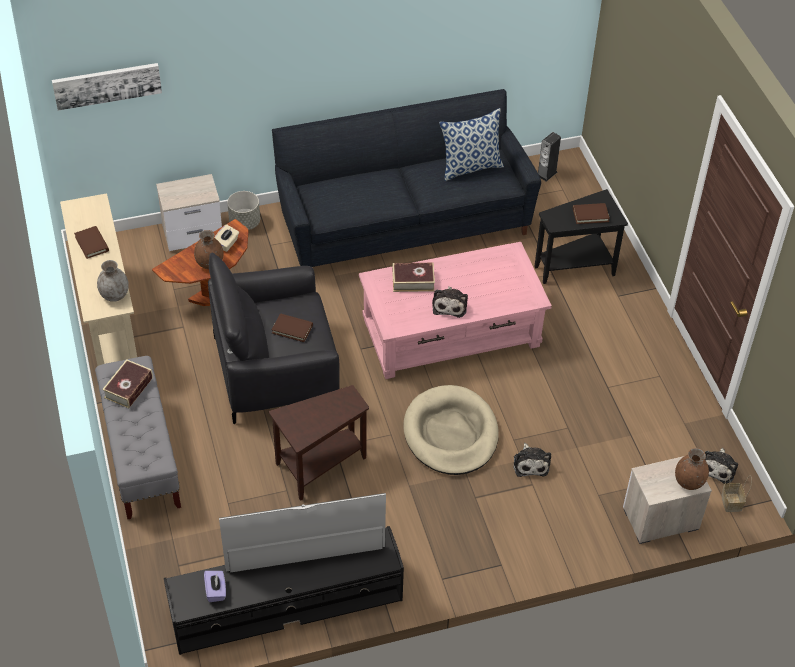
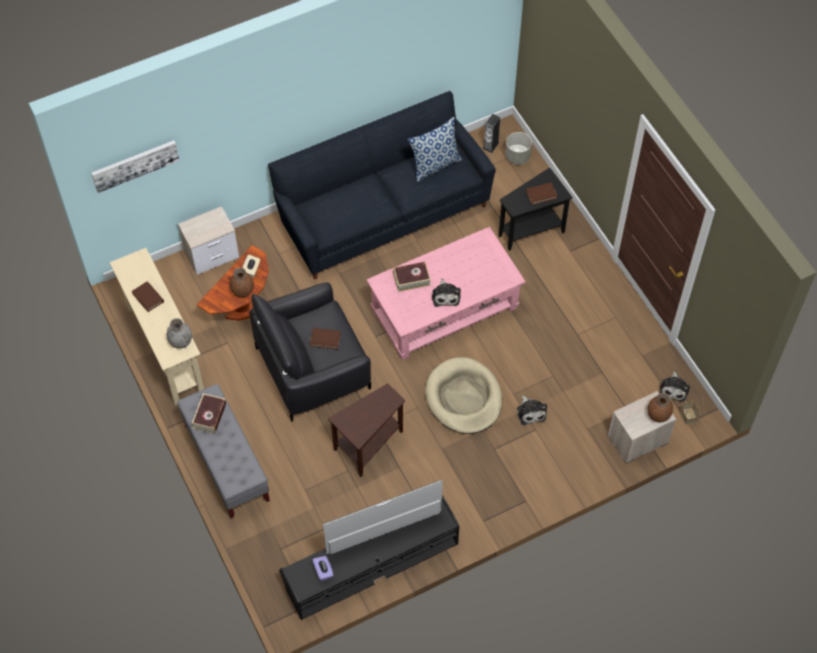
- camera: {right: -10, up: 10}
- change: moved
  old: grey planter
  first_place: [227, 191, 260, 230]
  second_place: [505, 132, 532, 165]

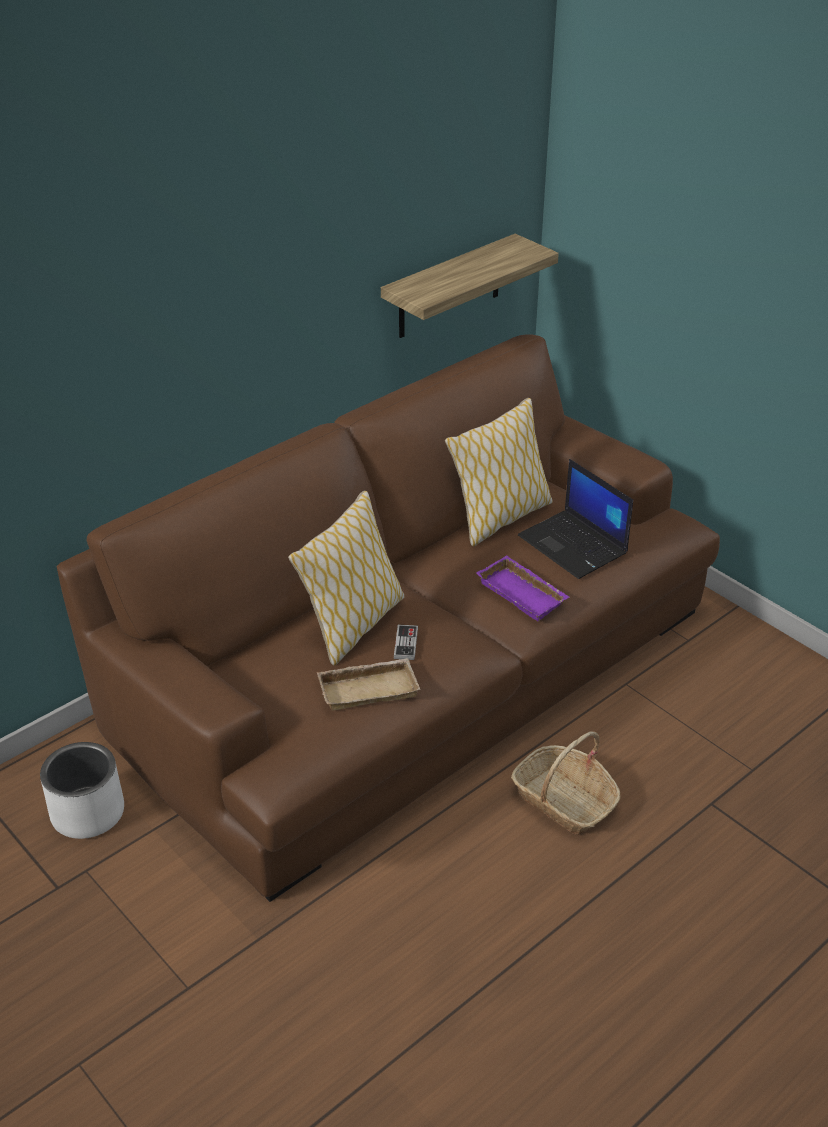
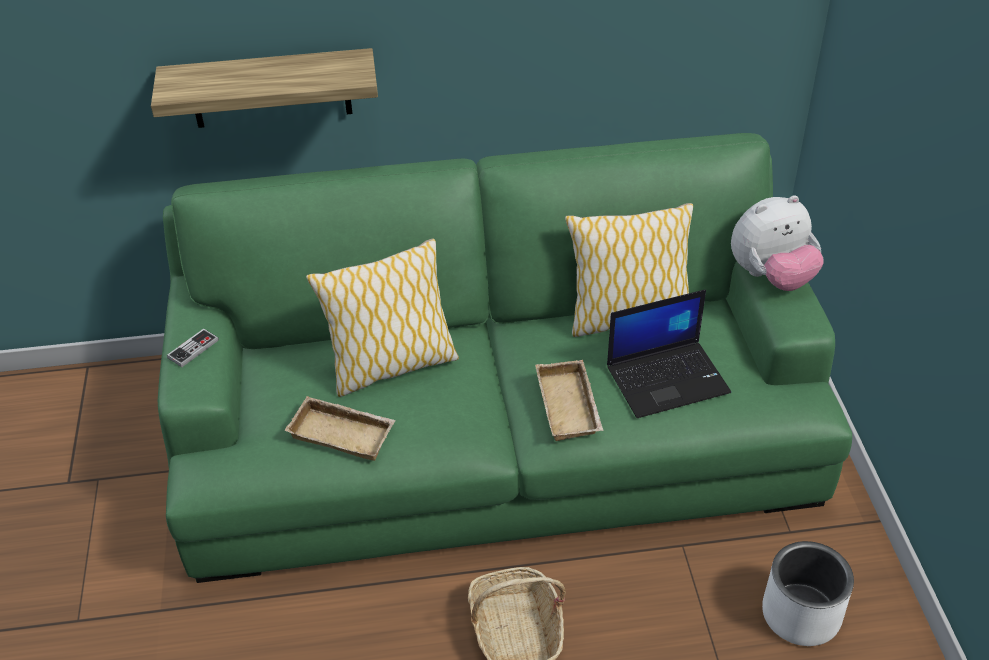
- camera: {right: 35, up: 5}
- change: moved
  old: shelf
  first_place: [381, 234, 559, 338]
  second_place: [151, 48, 378, 128]
- change: recoloured
  old: brown sofa
  new: green sofa
  first_place: [57, 334, 720, 902]
  second_place: [158, 133, 852, 583]
- change: turned
  old: laptop
  first_place: [518, 459, 633, 579]
  second_place: [607, 289, 731, 418]
  degrees: -105
- change: recoloured
  old: purple tray
  new: beige tray
  first_place: [476, 555, 569, 621]
  second_place: [535, 360, 603, 441]
- change: moved
  old: game controller
  first_place: [394, 625, 418, 660]
  second_place: [167, 329, 219, 367]
- change: moved
  old: white planter
  first_place: [40, 742, 124, 839]
  second_place: [762, 541, 854, 646]
- change: added
  new: plush toy
  second_place: [731, 195, 824, 291]

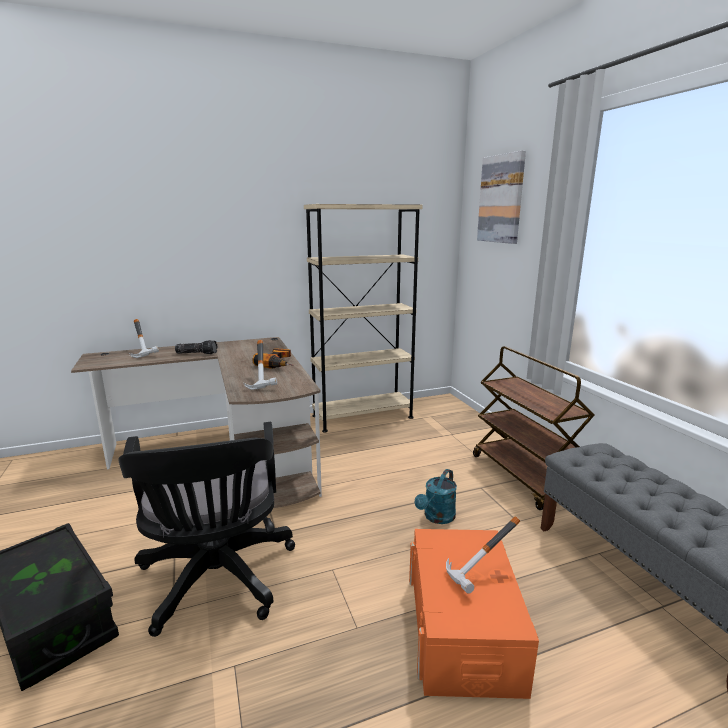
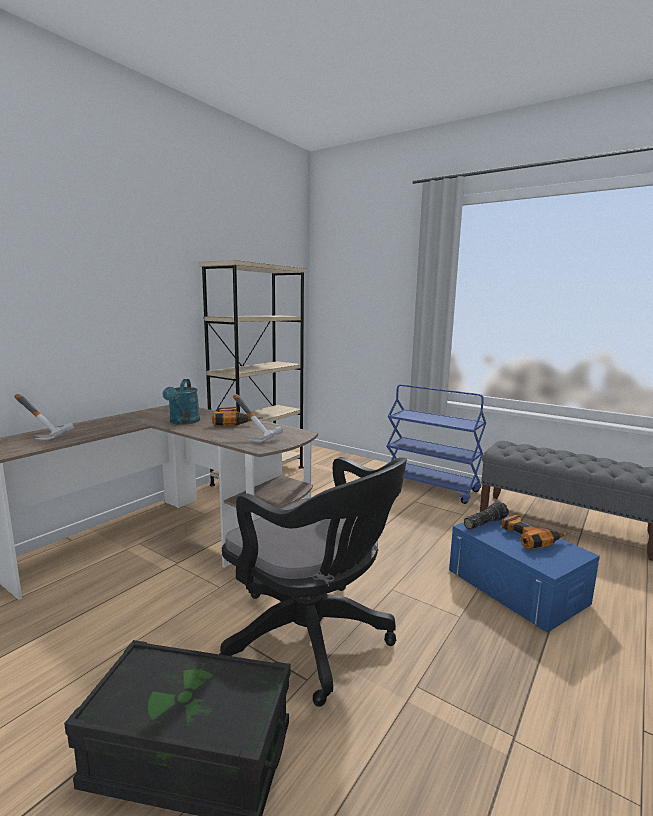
- camera: {right: -35, up: -5}
- change: removed
  old: picture
  first_place: [477, 151, 526, 244]
- change: moved
  old: flashlight
  first_place: [175, 340, 218, 354]
  second_place: [464, 502, 509, 529]
- change: recoloured
  old: brown cart
  new: blue cart
  first_place: [473, 346, 595, 510]
  second_place: [386, 384, 486, 504]
- change: moved
  old: turquoise watering can
  first_place: [415, 469, 457, 524]
  second_place: [163, 379, 200, 425]
- change: replaced
  old: hammer
  new: power drill
  first_place: [446, 517, 520, 594]
  second_place: [501, 515, 571, 549]
- change: recoloured
  old: orange storage box
  new: blue storage box
  first_place: [409, 529, 539, 699]
  second_place: [449, 515, 600, 633]

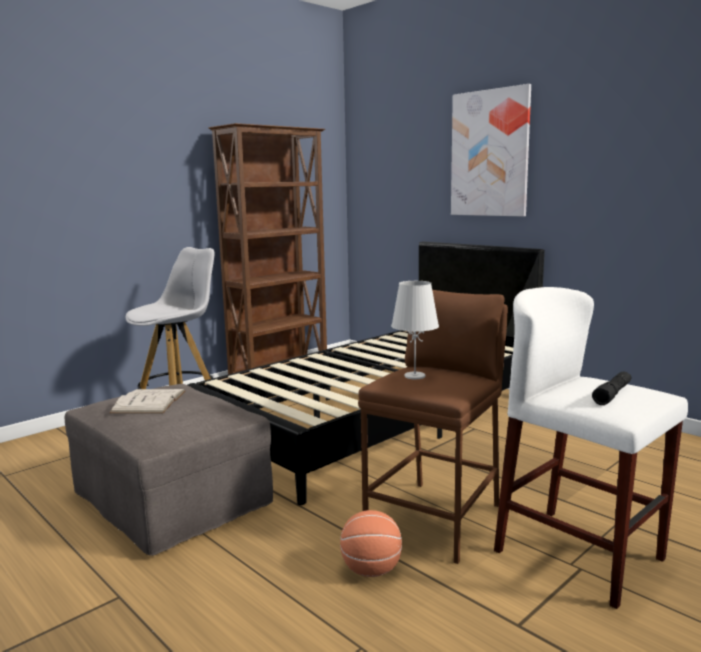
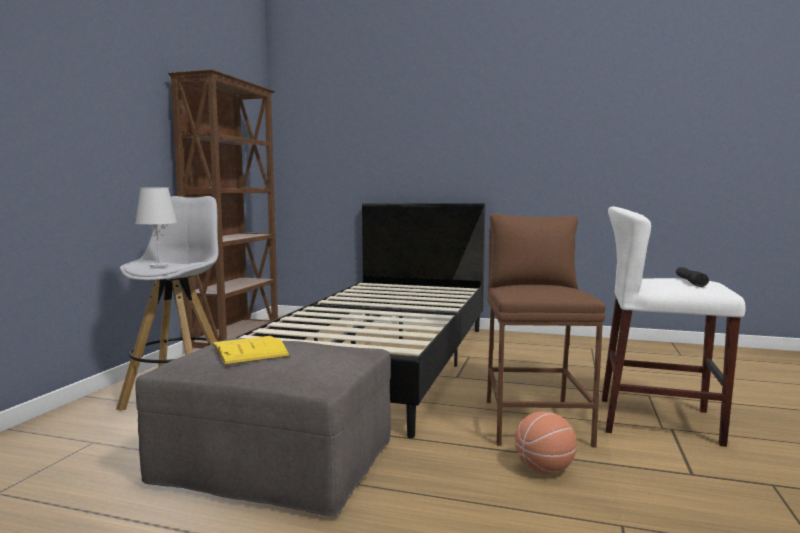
- camera: {right: -30, up: -5}
- change: removed
  old: picture
  first_place: [451, 84, 531, 217]
- change: moved
  old: white table lamp
  first_place: [391, 281, 439, 379]
  second_place: [135, 187, 177, 267]
- change: recoloured
  old: white book
  new: yellow book
  first_place: [110, 389, 185, 413]
  second_place: [212, 336, 290, 365]

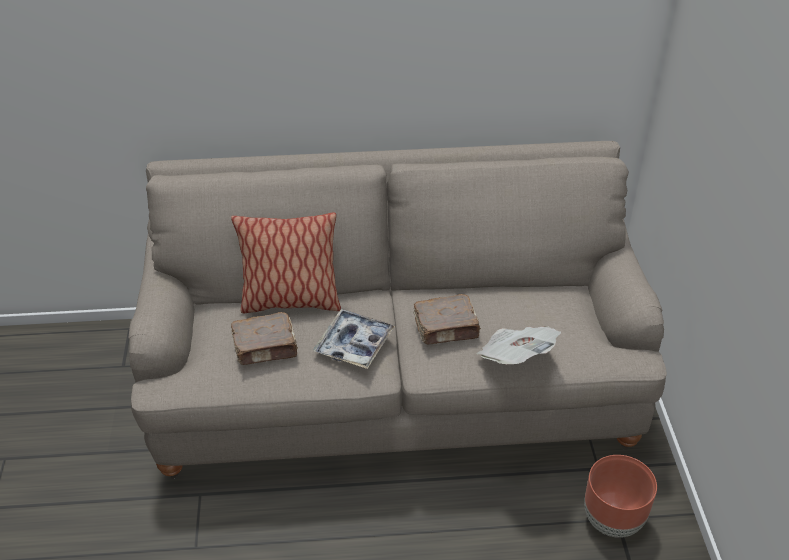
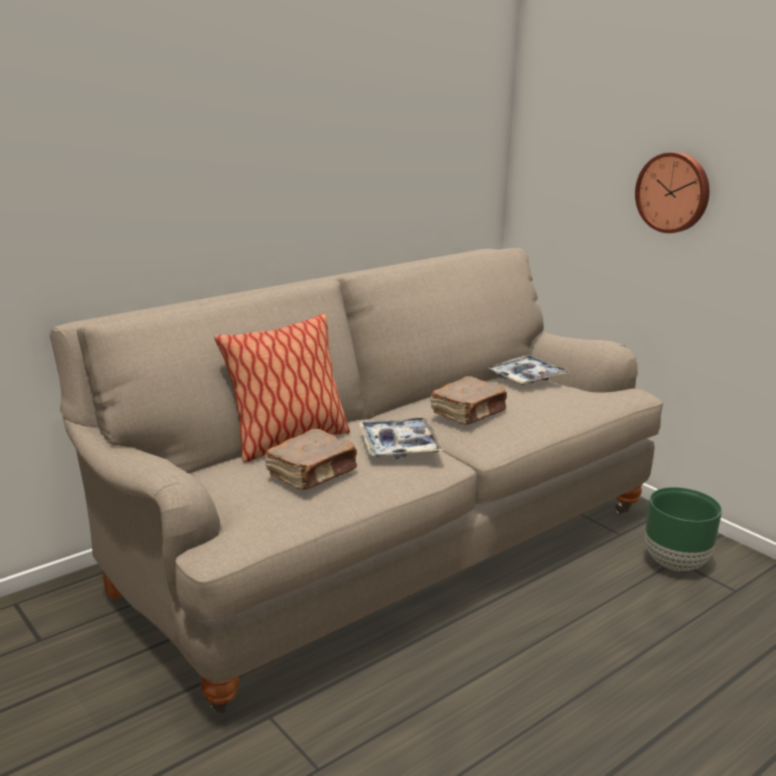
- camera: {right: -35, up: -20}
- change: removed
  old: newspaper
  first_place: [477, 326, 561, 364]
- change: recoloured
  old: brown planter
  new: green planter
  first_place: [584, 455, 657, 538]
  second_place: [645, 487, 722, 571]
- change: added
  new: wall clock
  second_place: [635, 152, 709, 233]
- change: added
  new: tray
  second_place: [488, 355, 570, 385]

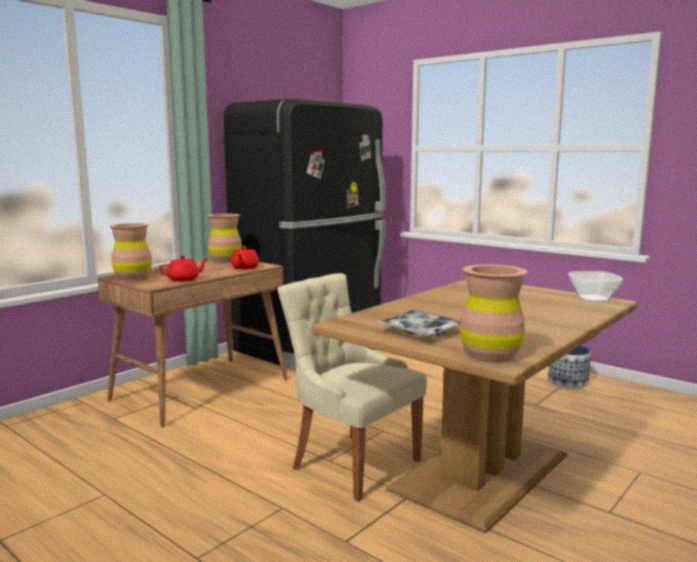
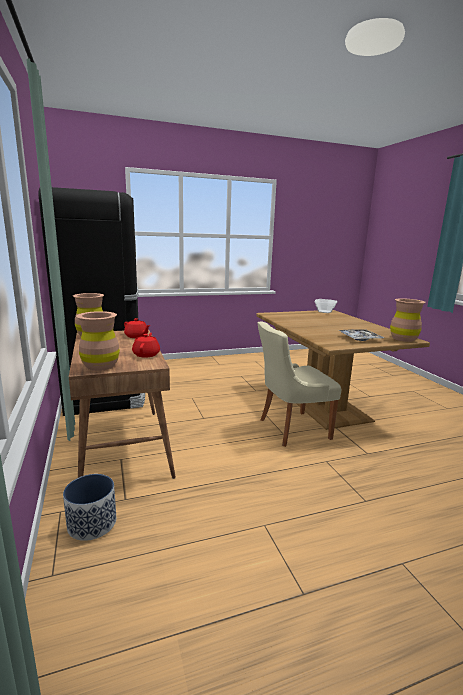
- camera: {right: -60, up: 5}
- change: moved
  old: planter
  first_place: [548, 346, 591, 389]
  second_place: [63, 474, 116, 541]

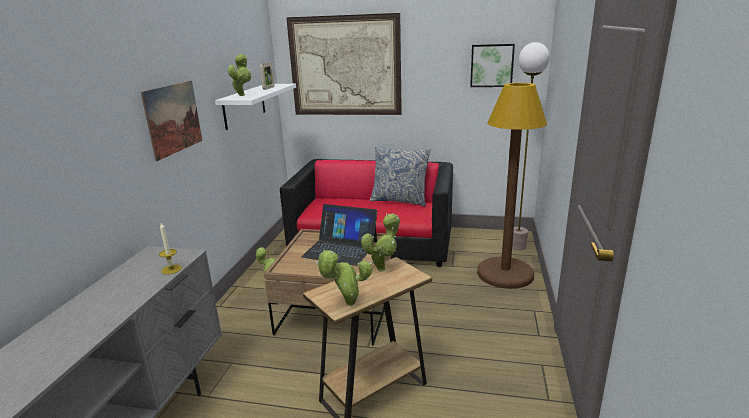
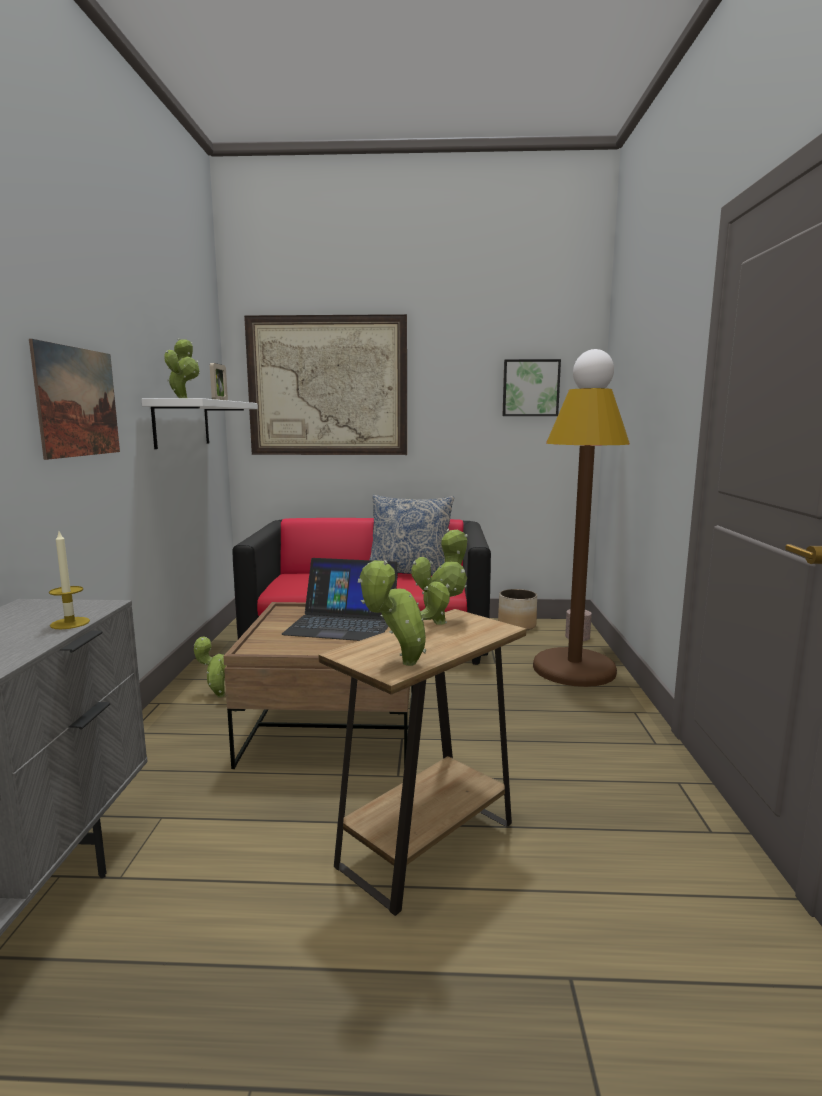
- camera: {right: -10, up: -10}
- change: added
  new: planter
  second_place: [498, 589, 537, 630]

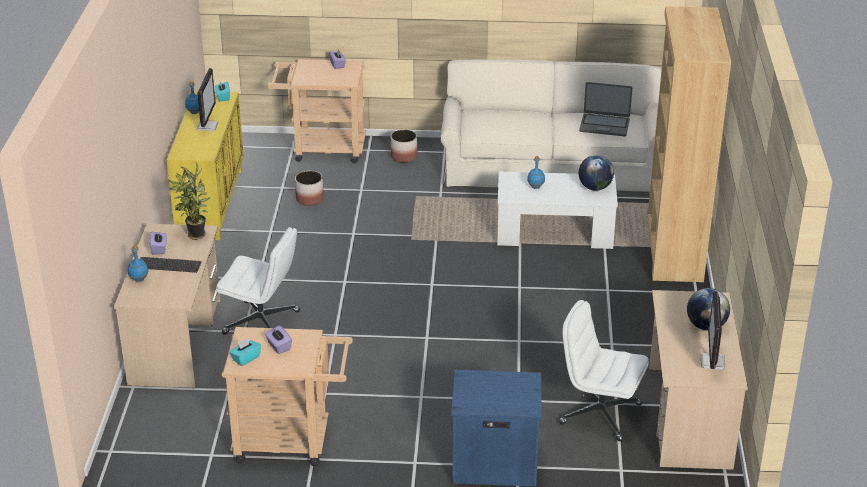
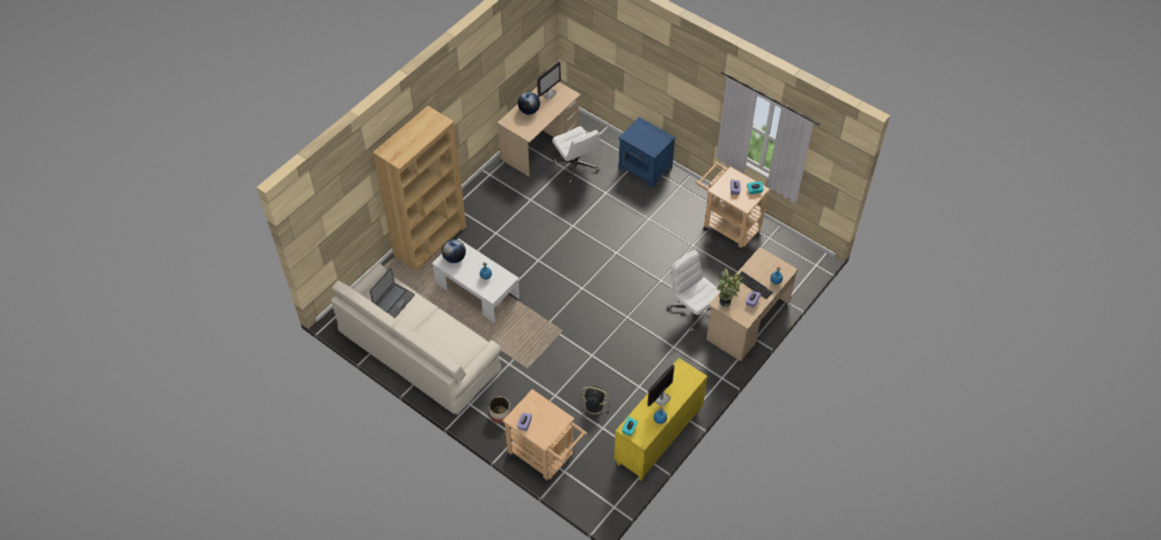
- camera: {right: -145, up: 20}
- change: turned
  old: laptop
  first_place: [579, 82, 632, 136]
  second_place: [370, 268, 415, 318]
  degrees: 75
- change: replaced
  old: planter
  new: black fan
  first_place: [295, 171, 324, 206]
  second_place: [579, 386, 609, 417]

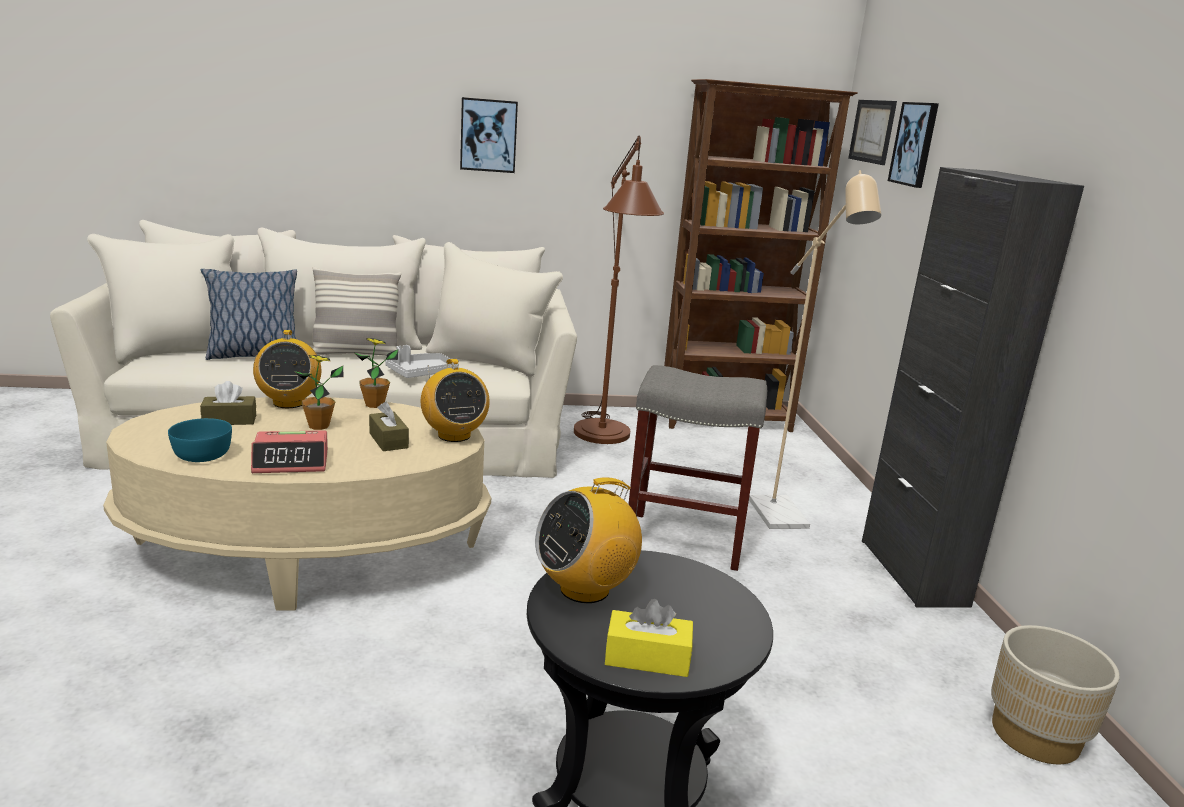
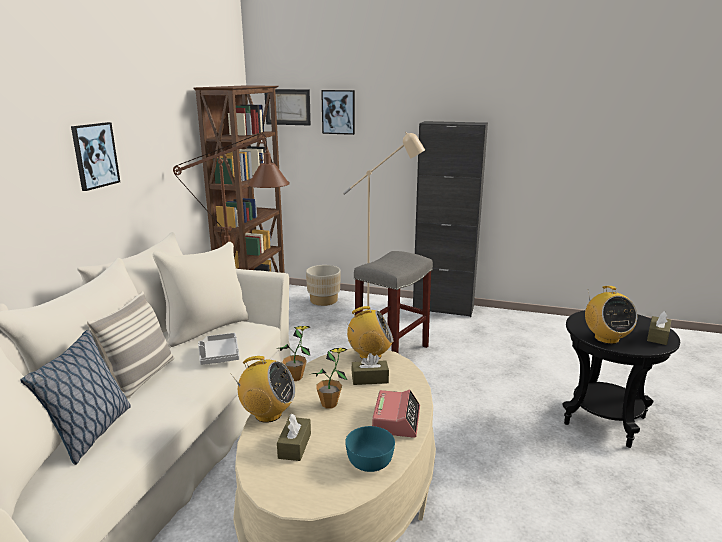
- camera: {right: -65, up: 0}
- change: recoloured
  old: yellow tissue box
  new: brown tissue box
  first_place: [605, 599, 693, 677]
  second_place: [647, 311, 671, 345]
- change: moved
  old: beige planter
  first_place: [991, 625, 1120, 765]
  second_place: [306, 265, 340, 306]

